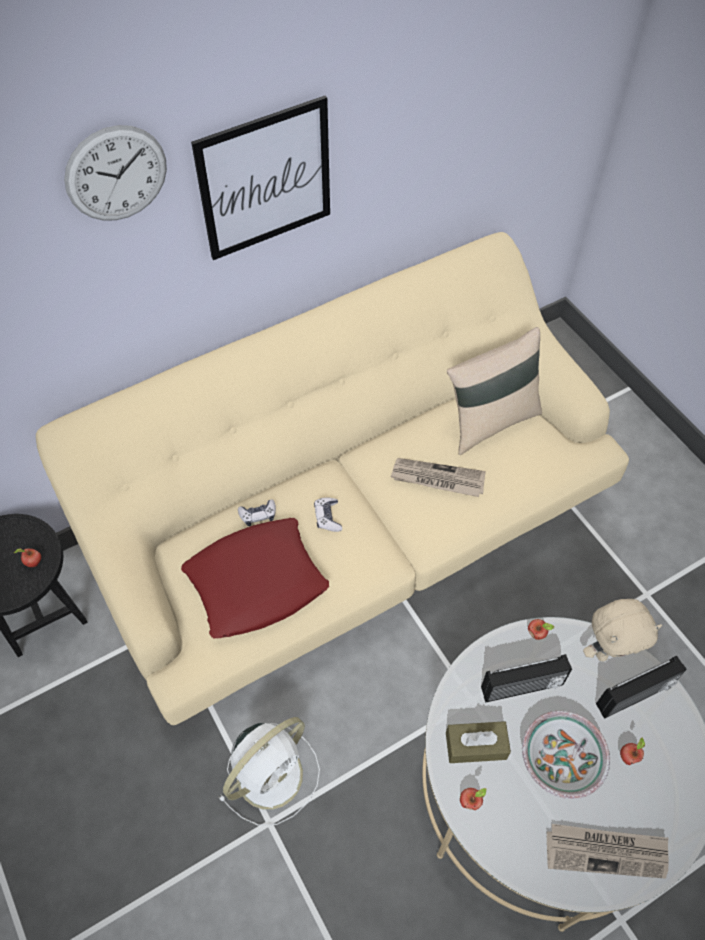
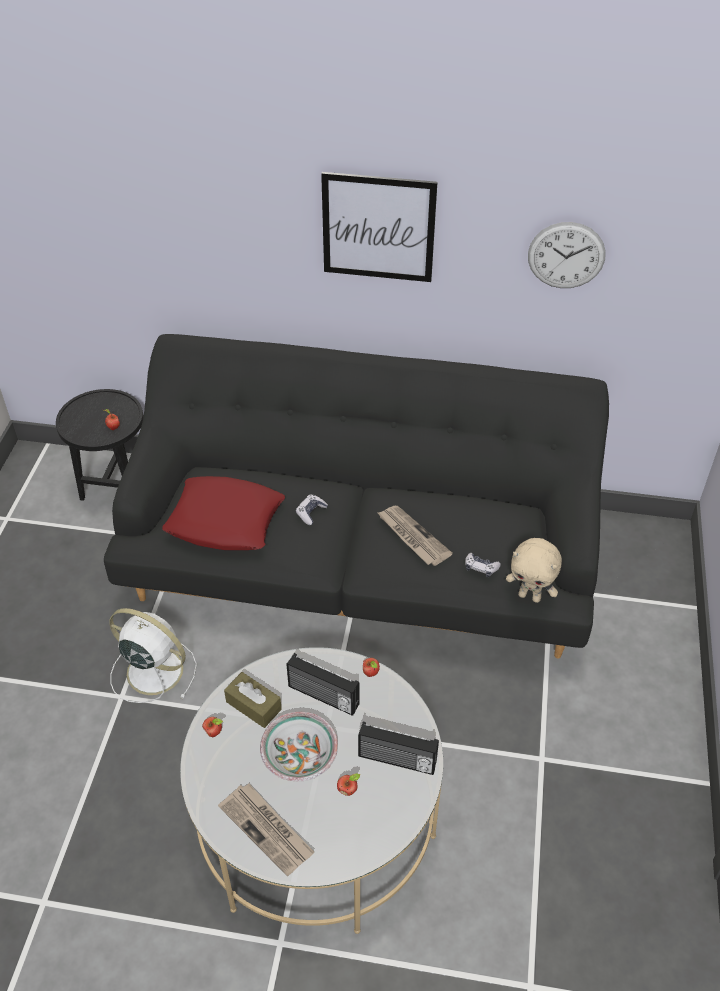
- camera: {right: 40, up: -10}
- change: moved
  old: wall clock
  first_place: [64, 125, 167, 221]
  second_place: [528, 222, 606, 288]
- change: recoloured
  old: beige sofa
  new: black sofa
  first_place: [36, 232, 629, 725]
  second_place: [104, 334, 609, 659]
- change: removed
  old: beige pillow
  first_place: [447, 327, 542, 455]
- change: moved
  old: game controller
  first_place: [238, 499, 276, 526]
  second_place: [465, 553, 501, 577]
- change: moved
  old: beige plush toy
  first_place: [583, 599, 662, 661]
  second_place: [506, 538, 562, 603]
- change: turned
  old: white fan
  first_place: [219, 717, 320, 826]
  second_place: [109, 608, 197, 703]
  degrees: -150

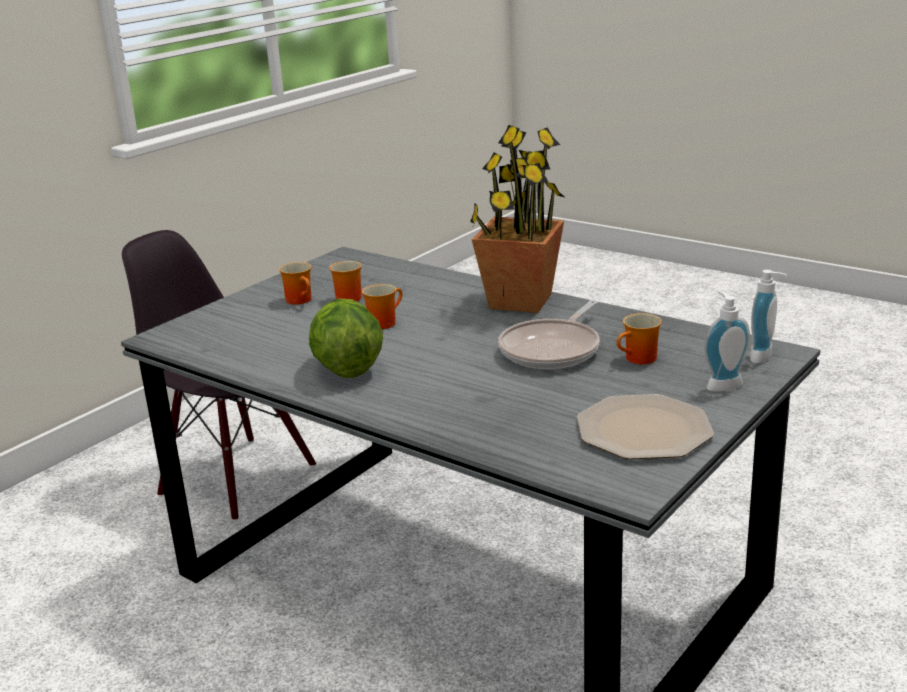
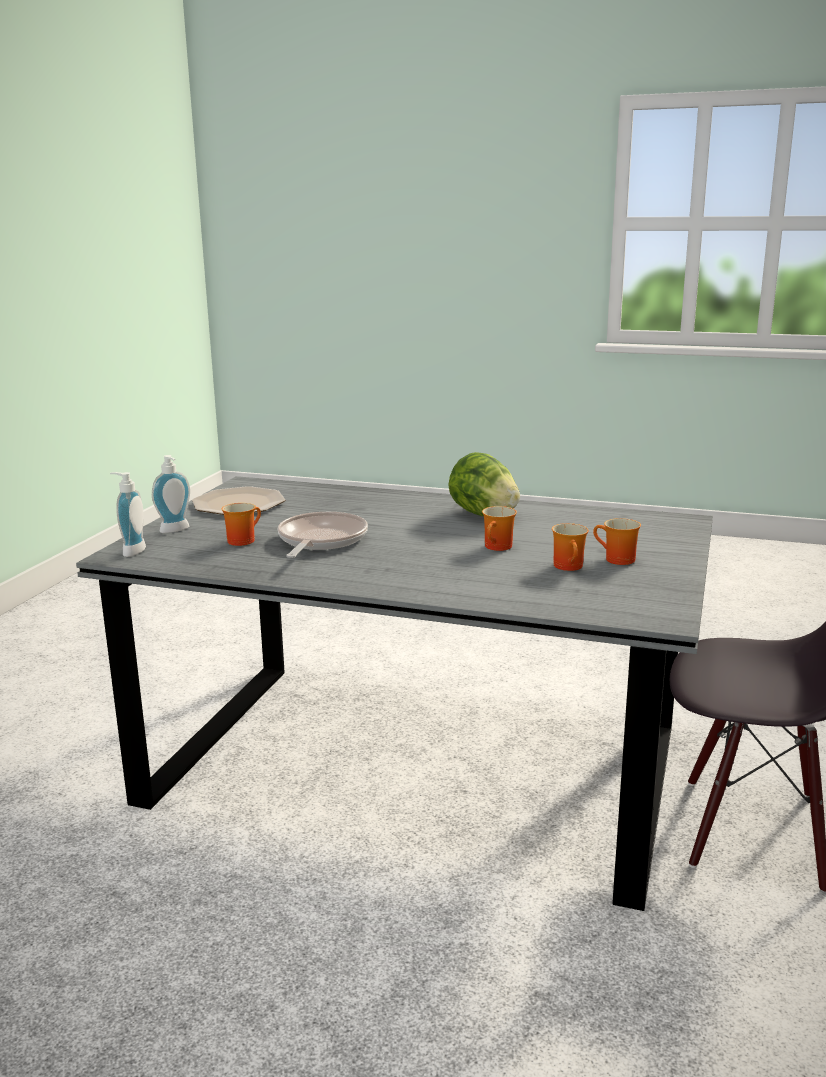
- camera: {right: 160, up: -5}
- change: removed
  old: potted plant
  first_place: [470, 125, 564, 313]

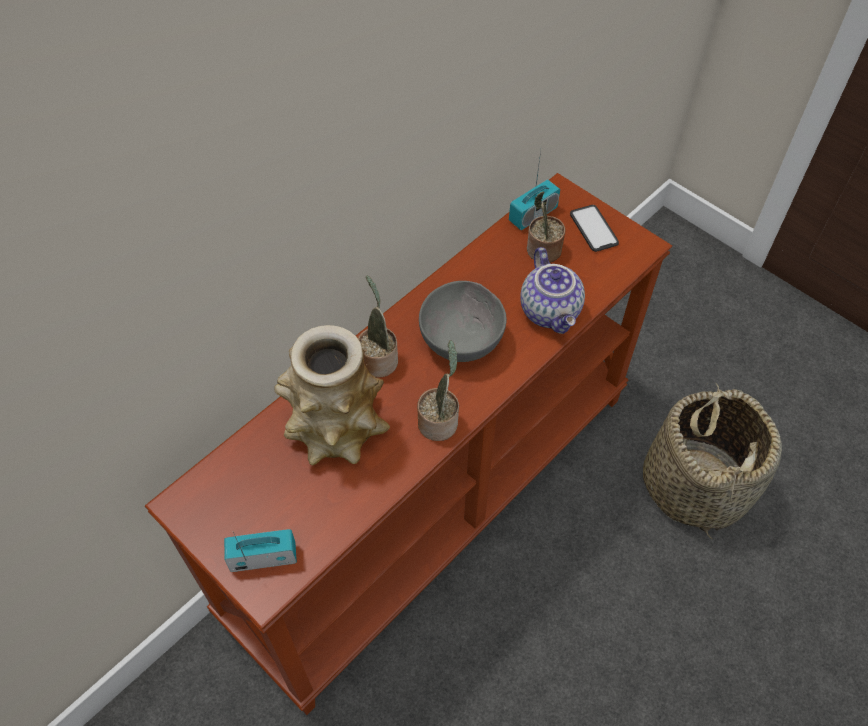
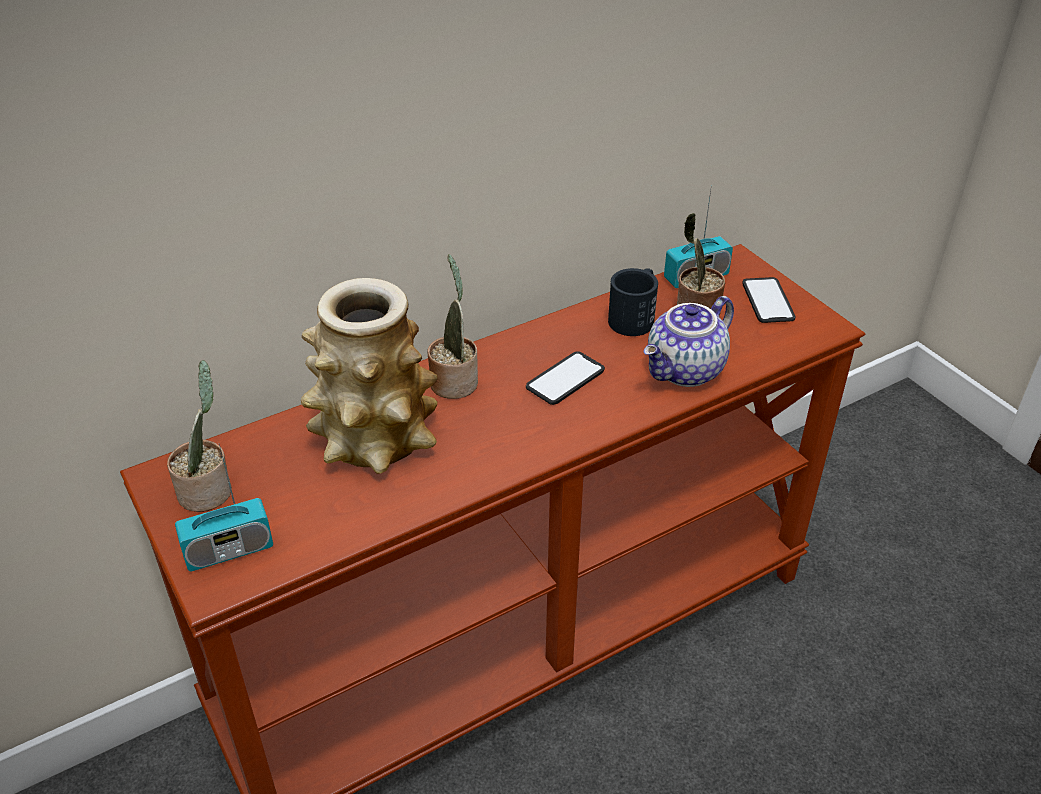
- camera: {right: 15, up: -15}
- change: turned
  old: teapot
  first_place: [520, 247, 585, 334]
  second_place: [644, 296, 734, 387]
  degrees: 45
- change: replaced
  old: grey bowl
  new: phone
  first_place: [419, 281, 507, 362]
  second_place: [526, 351, 605, 405]
- change: moved
  old: potted plant
  first_place: [417, 340, 459, 441]
  second_place: [167, 360, 232, 512]
- change: removed
  old: basket
  first_place: [643, 382, 782, 539]
- change: turned
  old: radio
  first_place: [224, 529, 297, 572]
  second_place: [175, 443, 273, 571]
  degrees: 150
- change: added
  new: black mug
  second_place: [608, 268, 658, 336]

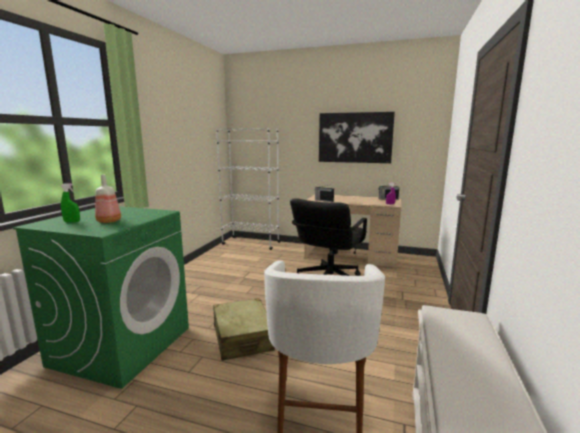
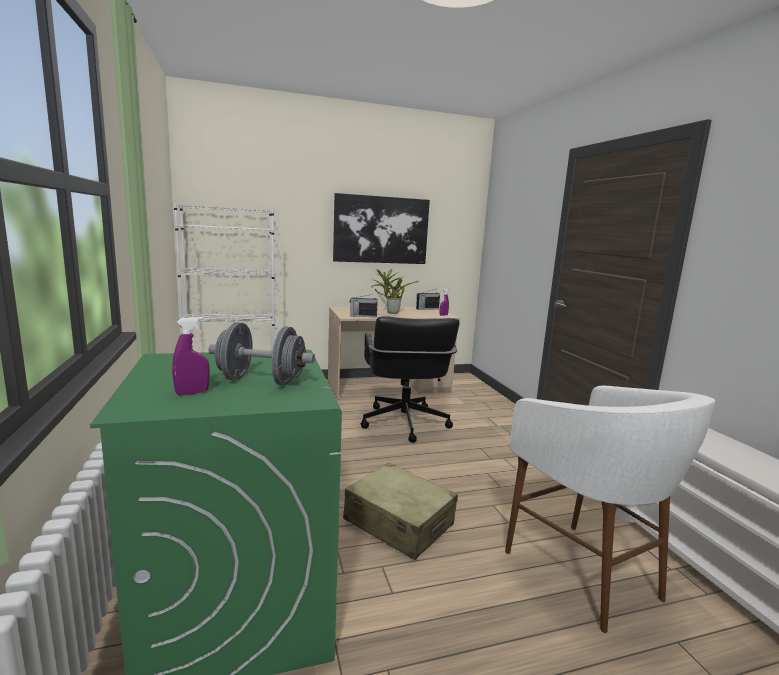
- camera: {right: -35, up: 0}
- change: replaced
  old: bottle
  new: grey dumbbell
  first_place: [95, 175, 121, 223]
  second_place: [208, 322, 315, 385]
- change: recoloured
  old: green spray bottle
  new: purple spray bottle
  first_place: [61, 183, 80, 222]
  second_place: [172, 317, 210, 395]
- change: added
  new: potted plant
  second_place: [371, 269, 419, 314]

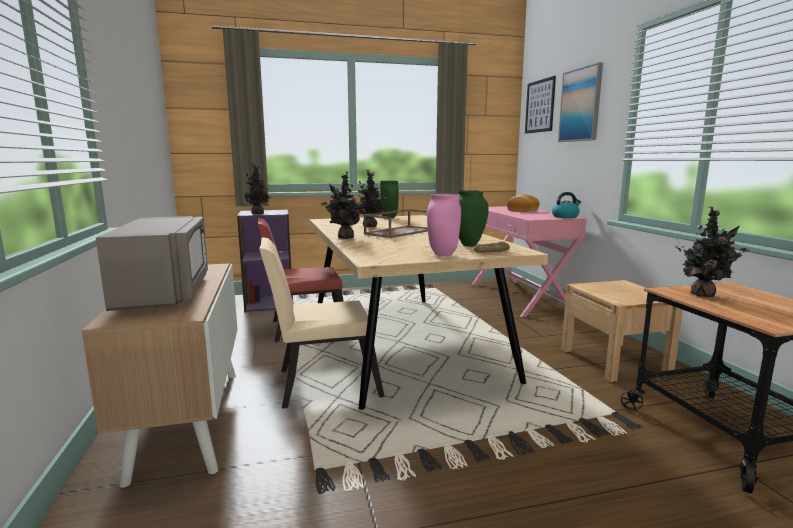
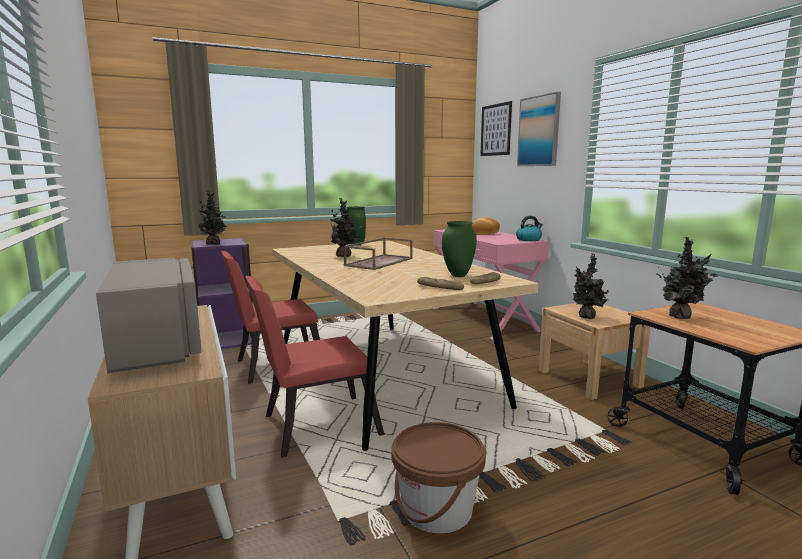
- camera: {right: -10, up: 0}
- change: moved
  old: potted plant
  first_place: [321, 171, 366, 239]
  second_place: [573, 253, 608, 319]
- change: replaced
  old: pink vase
  new: bread
  first_place: [427, 194, 461, 256]
  second_place: [417, 277, 464, 290]
- change: recoloured
  old: beige chair
  new: red chair
  first_place: [259, 237, 385, 408]
  second_place: [245, 276, 384, 458]
- change: added
  new: brown bucket
  second_place: [391, 422, 486, 534]

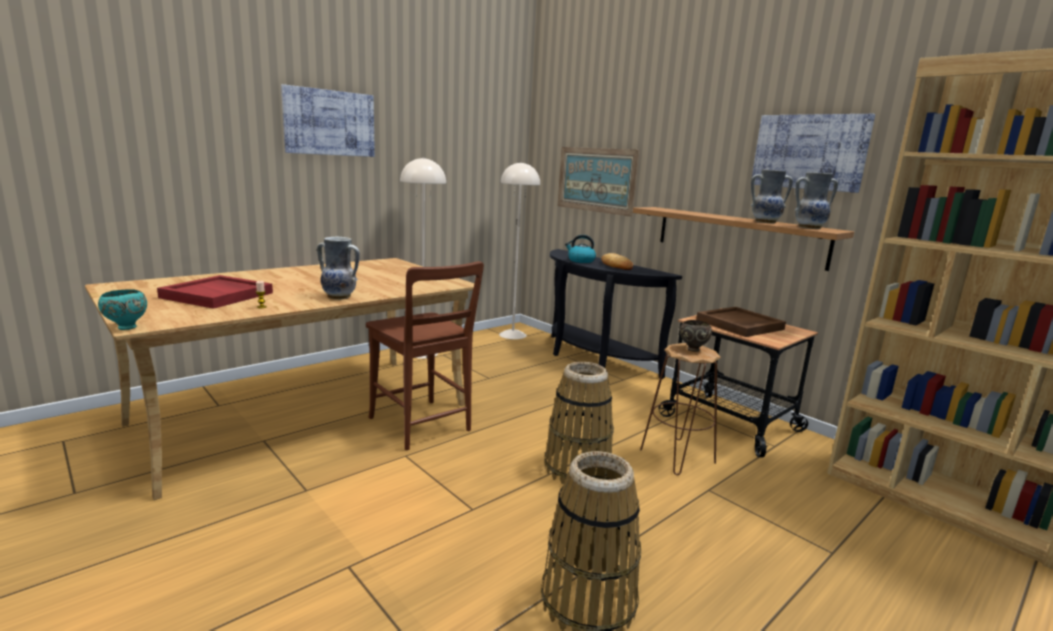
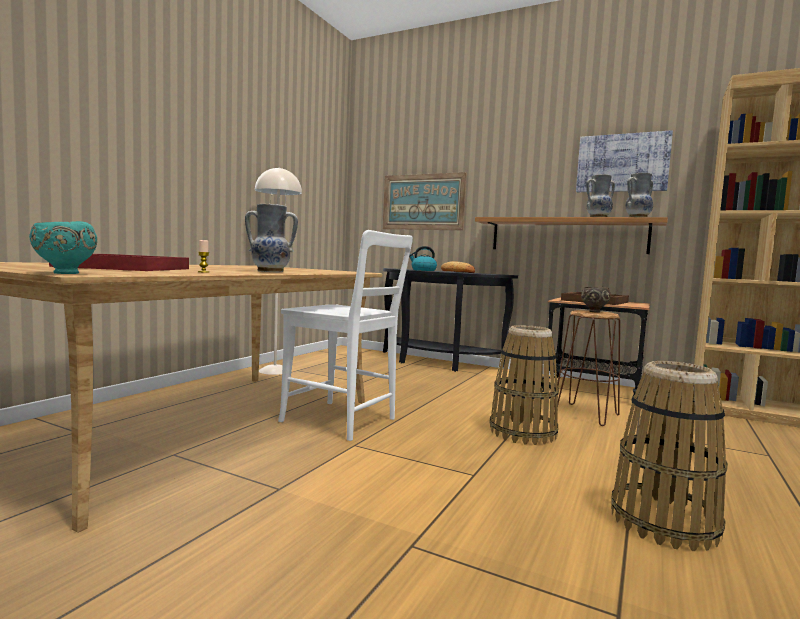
- camera: {right: -20, up: -10}
- change: removed
  old: picture
  first_place: [281, 84, 375, 157]
- change: removed
  old: beige floor lamp
  first_place: [499, 162, 540, 339]
- change: recoloured
  old: brown chair
  new: white chair
  first_place: [366, 261, 484, 450]
  second_place: [278, 230, 413, 441]

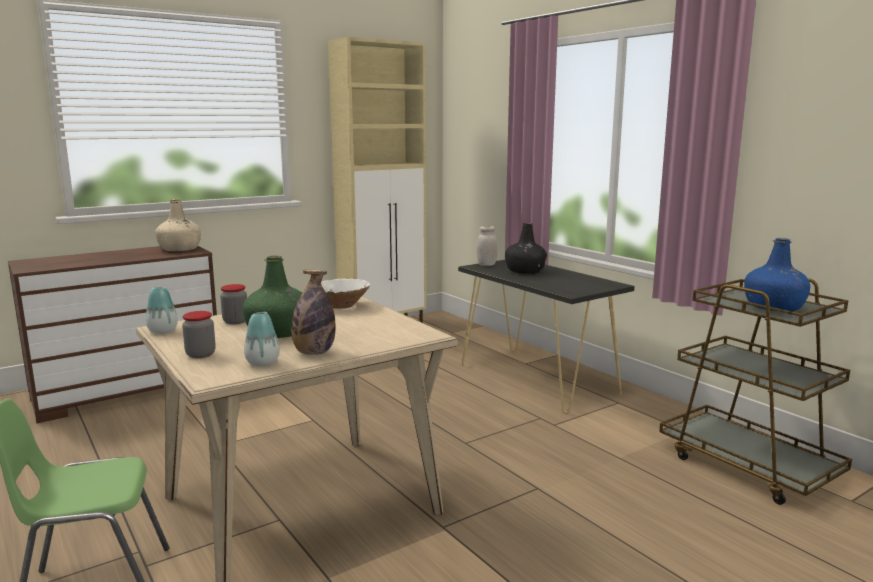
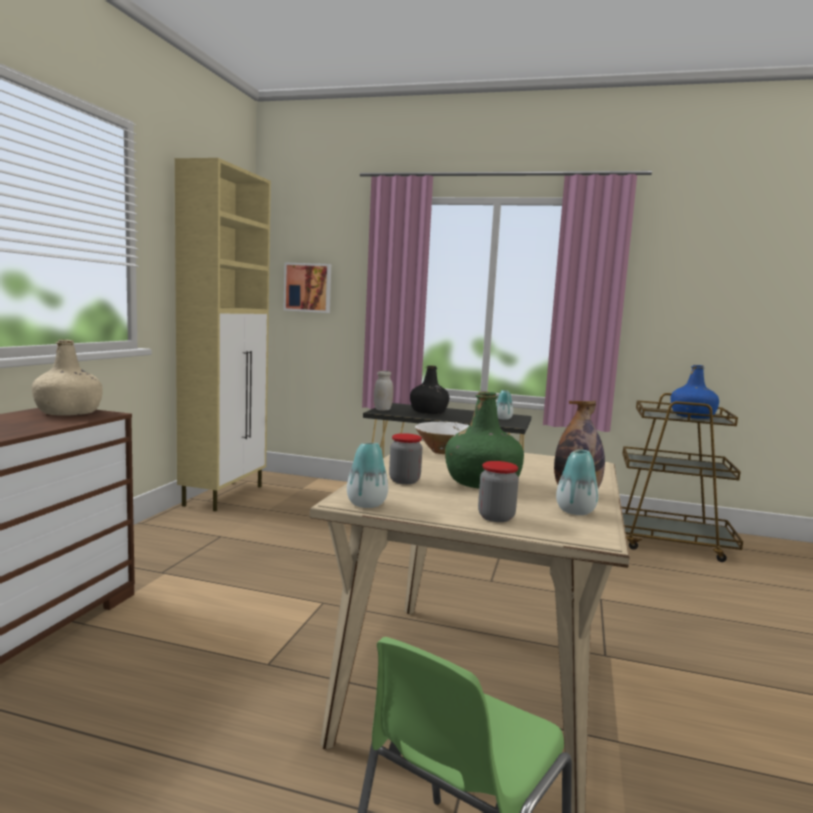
- camera: {right: -40, up: -5}
- change: added
  new: picture
  second_place: [284, 262, 331, 313]
- change: added
  new: vase
  second_place: [496, 390, 513, 420]

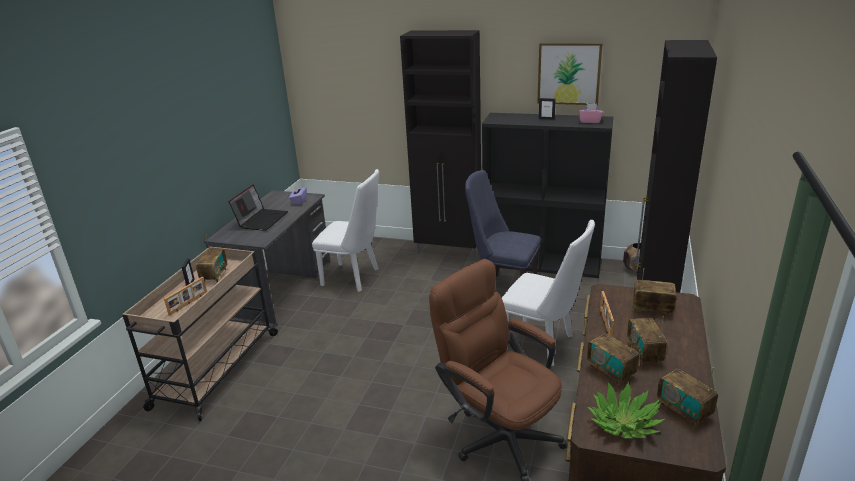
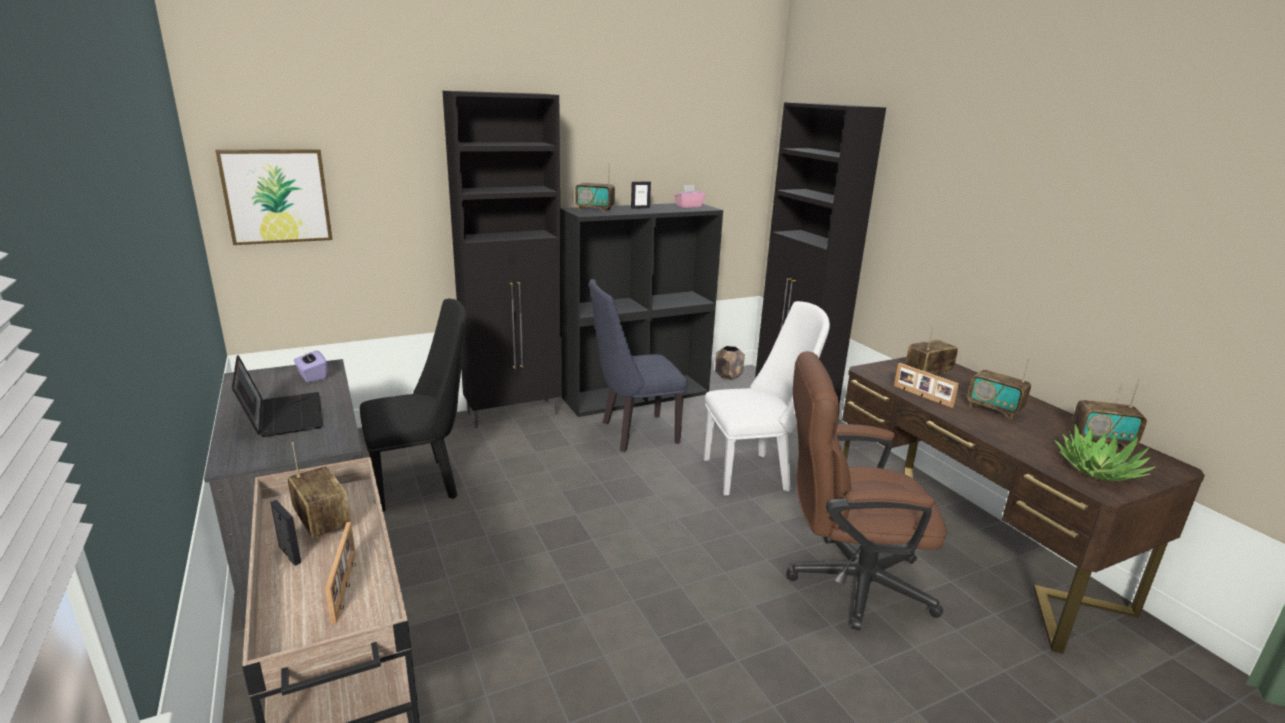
- camera: {right: -45, up: -5}
- change: moved
  old: picture
  first_place: [537, 43, 603, 105]
  second_place: [215, 149, 333, 245]
- change: recoloured
  old: white chair
  new: black chair
  first_place: [312, 169, 379, 292]
  second_place: [360, 299, 466, 511]
- change: moved
  old: radio
  first_place: [587, 329, 640, 385]
  second_place: [575, 163, 615, 212]

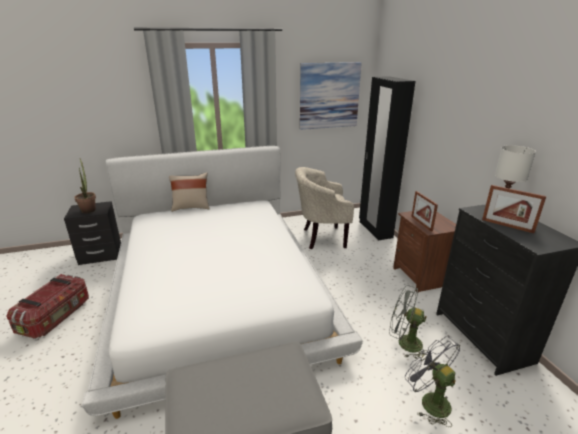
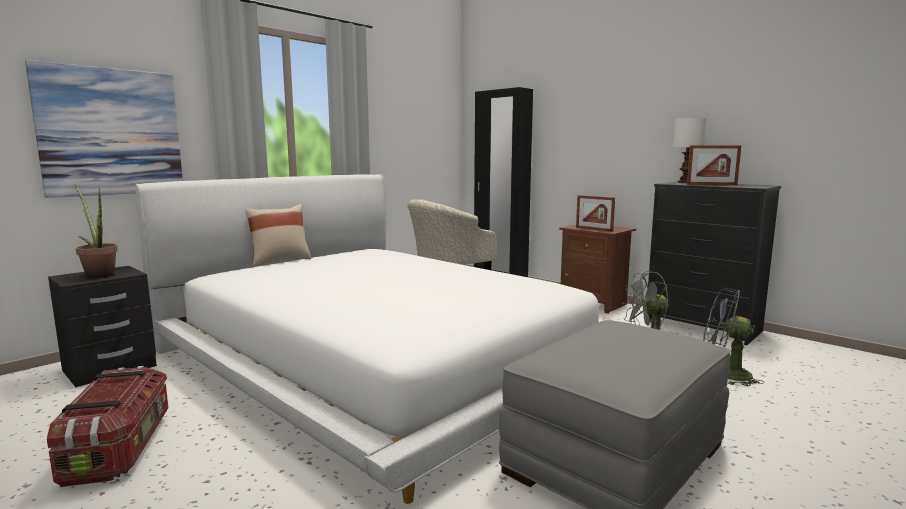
- camera: {right: -30, up: -15}
- change: moved
  old: picture
  first_place: [300, 62, 362, 130]
  second_place: [25, 60, 183, 198]

